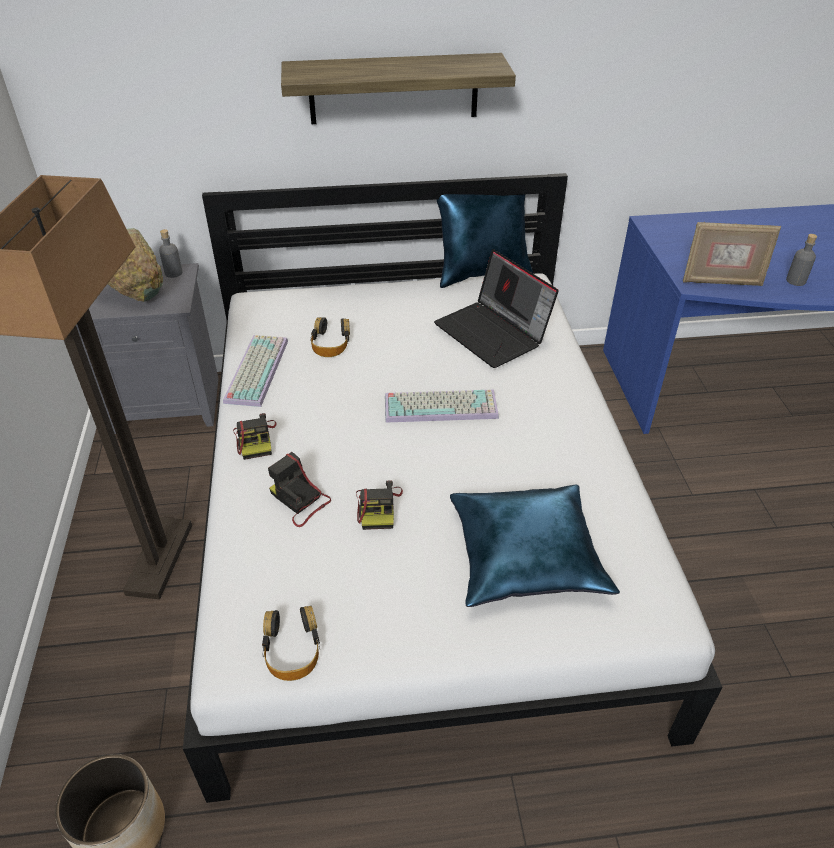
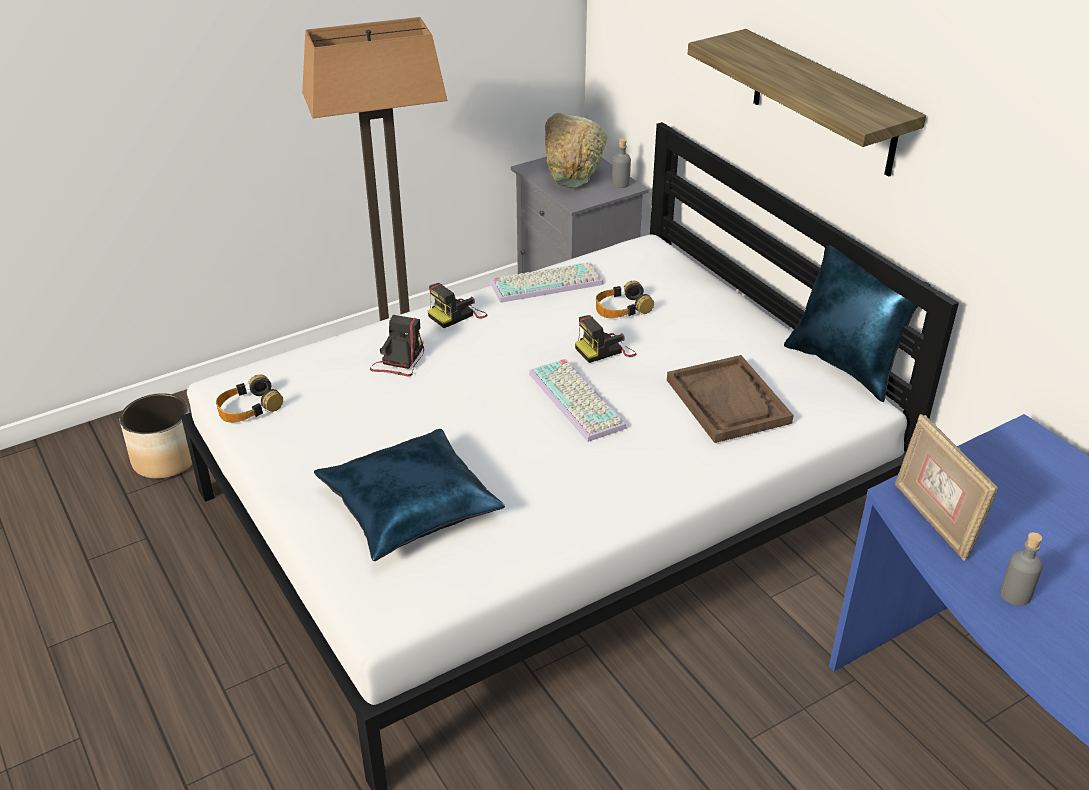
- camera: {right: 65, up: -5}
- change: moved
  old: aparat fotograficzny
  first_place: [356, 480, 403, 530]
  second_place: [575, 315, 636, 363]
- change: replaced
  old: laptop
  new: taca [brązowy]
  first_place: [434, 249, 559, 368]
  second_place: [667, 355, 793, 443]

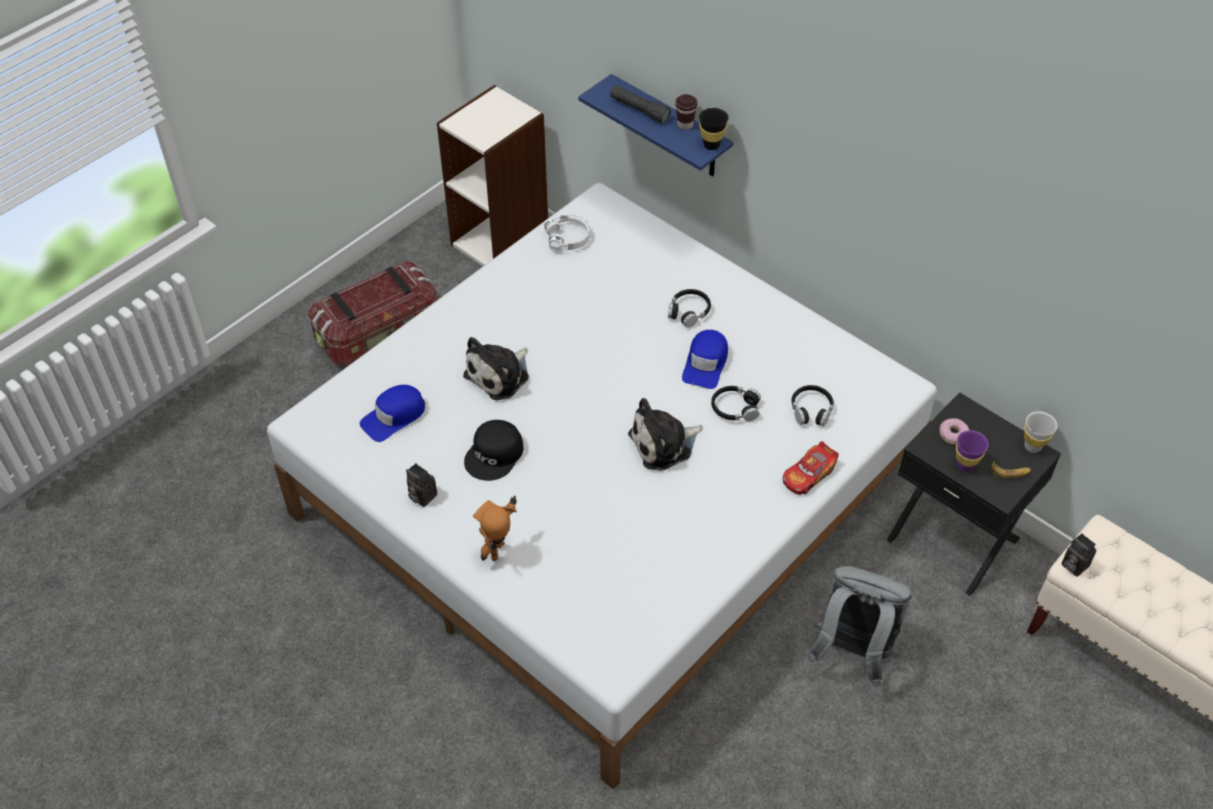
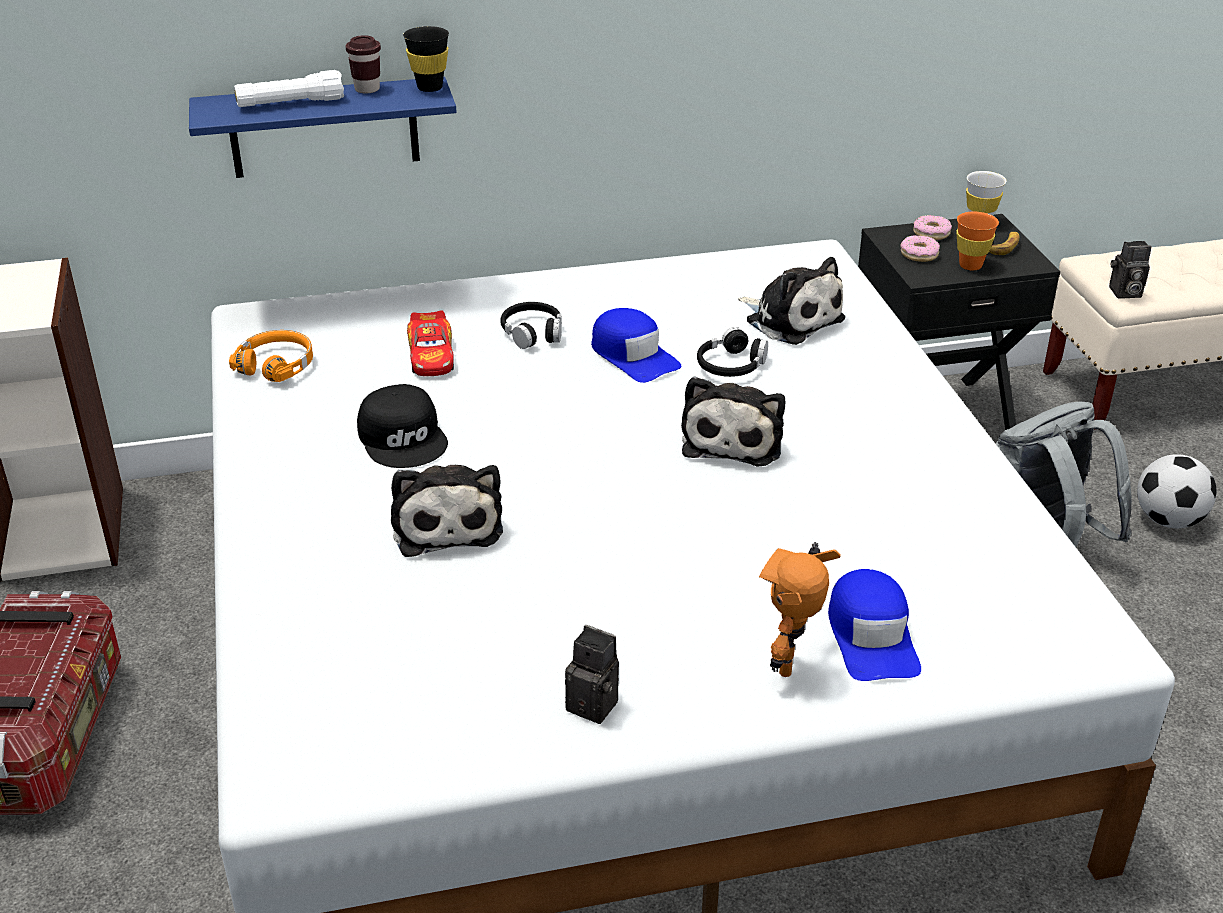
- camera: {right: -55, up: -15}
- change: recoloured
  old: słuchawki [biały]
  new: słuchawki [pomarańczowy]
  first_place: [544, 215, 590, 250]
  second_place: [229, 330, 313, 382]
- change: recoloured
  old: latarka [czarny]
  new: latarka [biały]
  first_place: [610, 85, 671, 123]
  second_place: [234, 70, 344, 107]
- change: moved
  old: czapka z daszkiem [czarny]
  first_place: [464, 420, 523, 481]
  second_place: [357, 384, 448, 468]
- change: moved
  old: samochodzik
  first_place: [783, 441, 839, 495]
  second_place: [407, 310, 454, 376]
- change: turned
  old: aparat fotograficzny
  first_place: [406, 463, 437, 507]
  second_place: [565, 625, 619, 724]
  degrees: -135
- change: replaced
  old: słuchawki [czarny]
  new: pluszak
  first_place: [791, 385, 834, 427]
  second_place: [738, 257, 845, 345]
- change: turned
  old: robot zabawkowy
  first_place: [472, 496, 517, 561]
  second_place: [759, 542, 841, 677]
  degrees: 45
- change: moved
  old: czapka z daszkiem [niebieski]
  first_place: [360, 385, 425, 442]
  second_place: [828, 569, 921, 681]
- change: added
  new: donut
  second_place: [913, 215, 952, 240]
- change: recoloured
  old: filiżanka [fioletowy]
  new: filiżanka [pomarańczowy]
  first_place: [956, 430, 989, 472]
  second_place: [956, 212, 999, 270]
- change: added
  new: piłka futbolowa
  second_place: [1137, 454, 1217, 528]

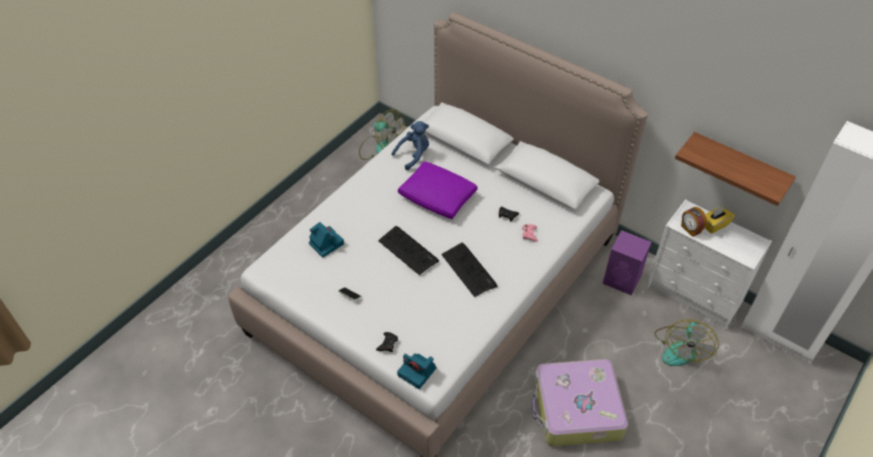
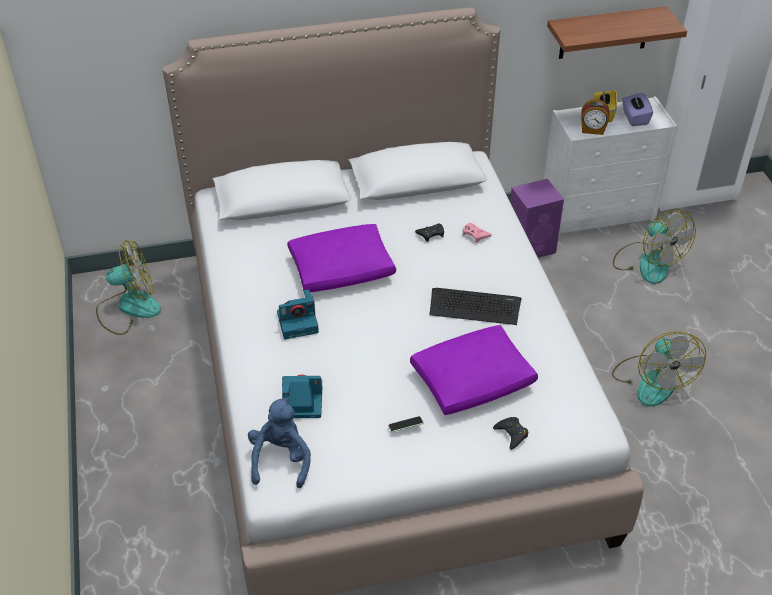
- camera: {right: -50, up: -5}
- change: moved
  old: pluszak [niebieski]
  first_place: [391, 121, 429, 170]
  second_place: [248, 398, 311, 488]
- change: moved
  old: aparat fotograficzny
  first_place: [397, 353, 436, 389]
  second_place: [277, 289, 319, 339]
- change: added
  new: poduszka [fioletowy]
  second_place: [410, 325, 538, 415]
- change: replaced
  old: walizka
  new: wentylator
  first_place: [532, 359, 628, 446]
  second_place: [612, 331, 706, 406]
- change: added
  new: pudełko chusteczek [fioletowy]
  second_place: [622, 93, 653, 126]
- change: removed
  old: klawiatura
  first_place: [378, 226, 439, 275]

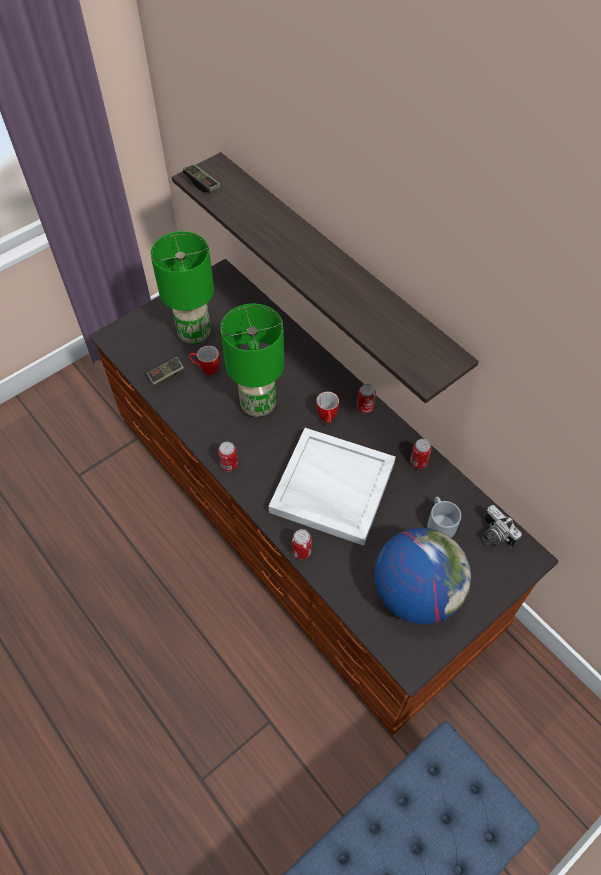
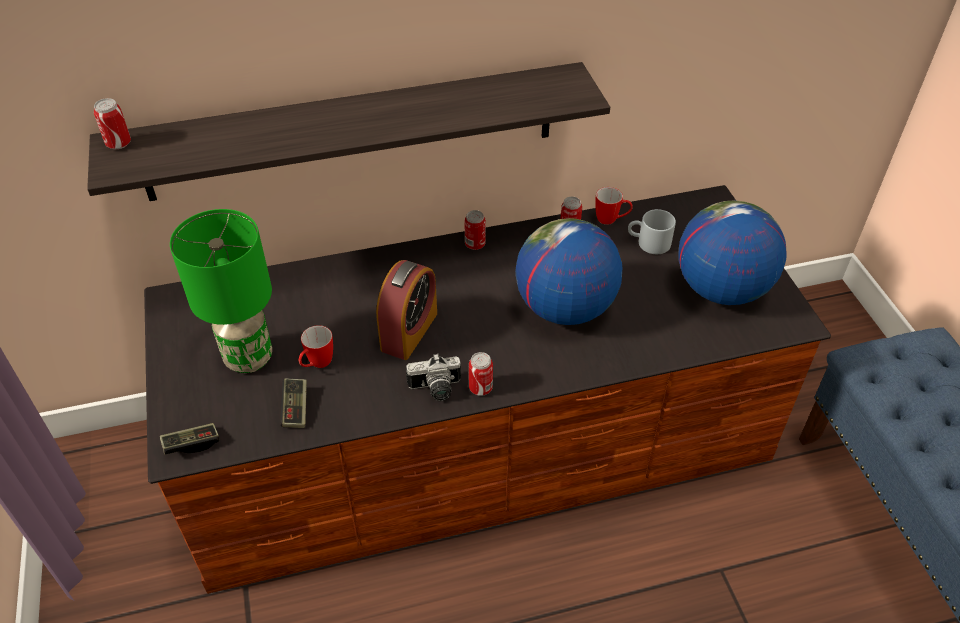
- camera: {right: -65, up: -10}
- change: moved
  old: puszka
  first_place: [292, 529, 312, 559]
  second_place: [94, 98, 131, 150]
- change: moved
  old: pad do gier
  first_place: [183, 164, 220, 192]
  second_place: [160, 423, 219, 454]
- change: replaced
  old: lampa stołowa [zielony]
  new: budzik
  first_place: [221, 304, 284, 417]
  second_place: [376, 260, 437, 360]
- change: moved
  old: aparat fotograficzny
  first_place: [483, 505, 522, 547]
  second_place: [406, 354, 461, 401]
- change: replaced
  old: taca [biały]
  new: globus
  first_place: [269, 428, 396, 546]
  second_place: [515, 218, 623, 325]
- change: moved
  old: kubek
  first_place: [316, 392, 339, 424]
  second_place: [595, 187, 633, 225]

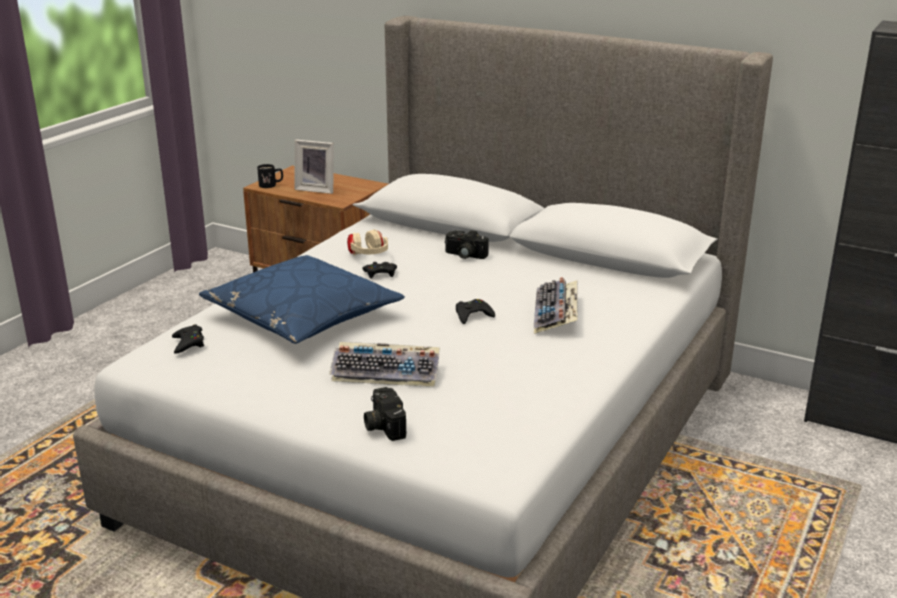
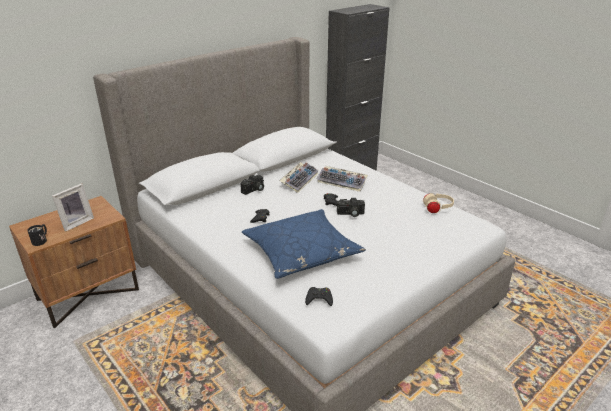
- camera: {right: -70, up: 5}
- change: moved
  old: klawiatura
  first_place: [329, 342, 440, 387]
  second_place: [279, 162, 319, 193]
- change: moved
  old: aparat fotograficzny
  first_place: [364, 387, 406, 441]
  second_place: [337, 198, 365, 217]
- change: moved
  old: słuchawki [beżowy]
  first_place: [347, 229, 388, 256]
  second_place: [423, 193, 454, 213]

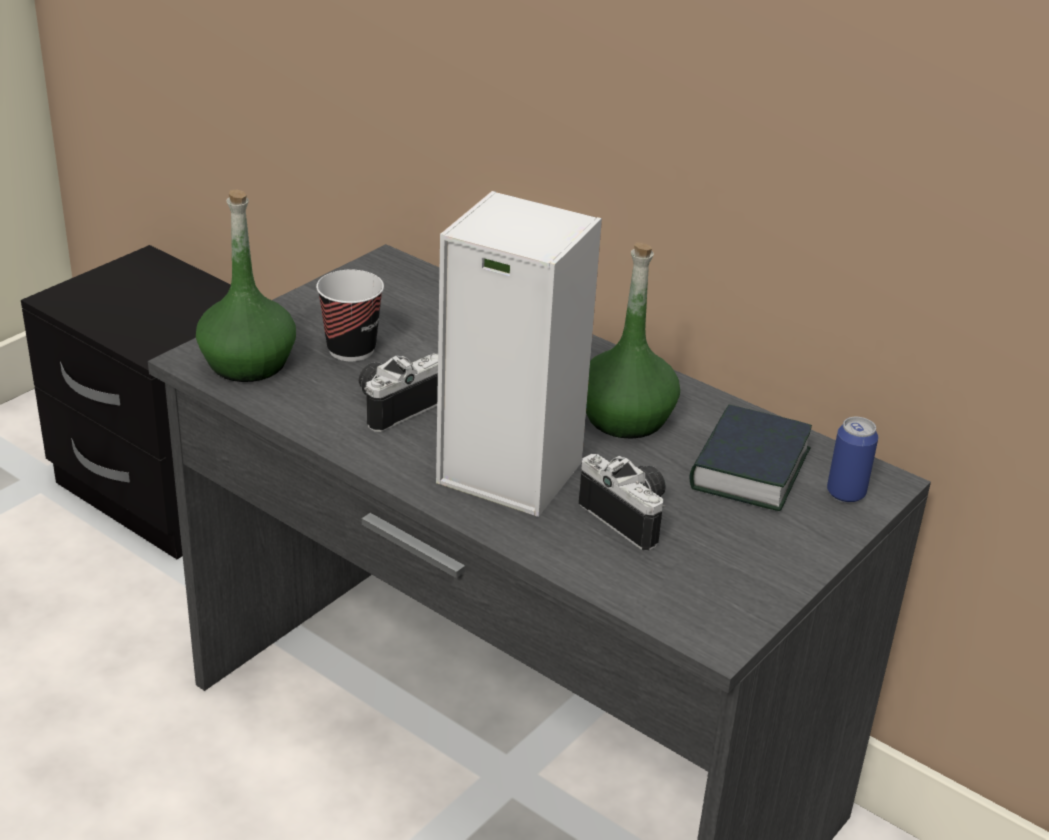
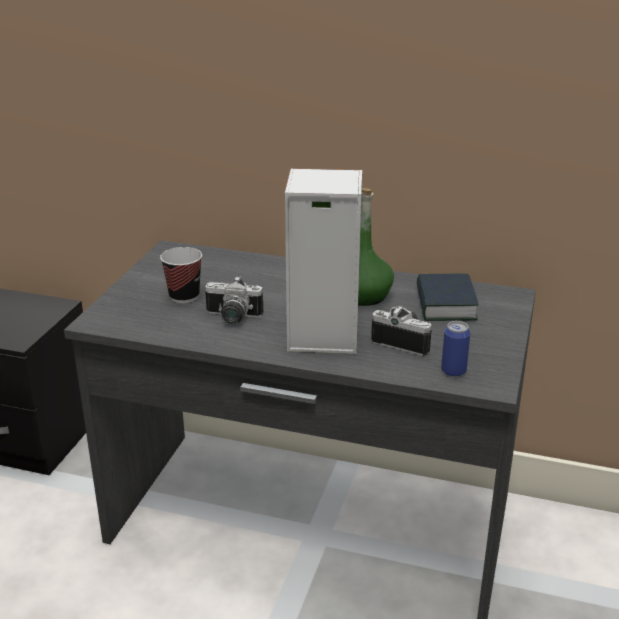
- camera: {right: -20, up: -5}
- change: turned
  old: aparat fotograficzny
  first_place: [359, 353, 438, 432]
  second_place: [205, 276, 263, 324]
  degrees: -105
- change: moved
  old: puszka
  first_place: [827, 417, 878, 503]
  second_place: [441, 321, 470, 377]
- change: removed
  old: butelka [zielony]
  first_place: [196, 189, 296, 382]

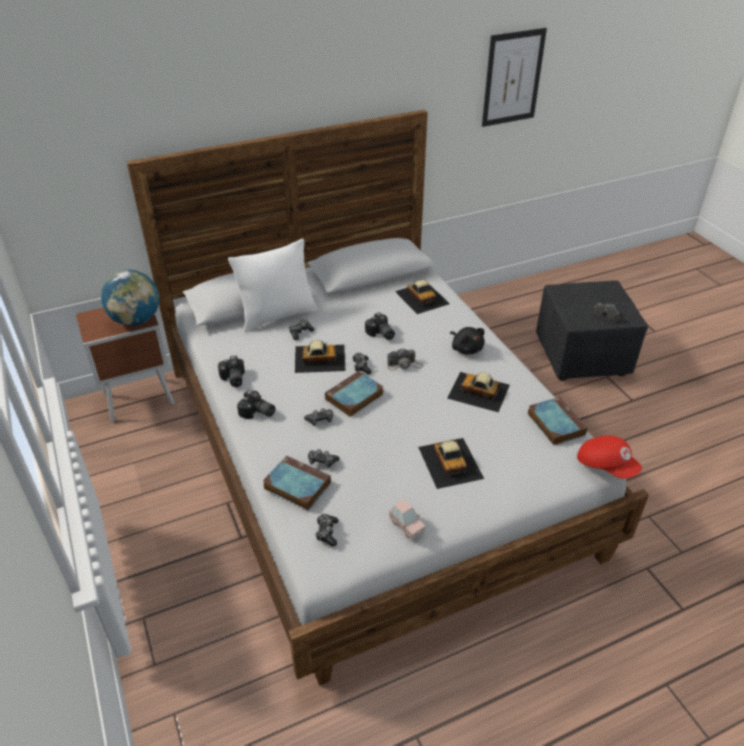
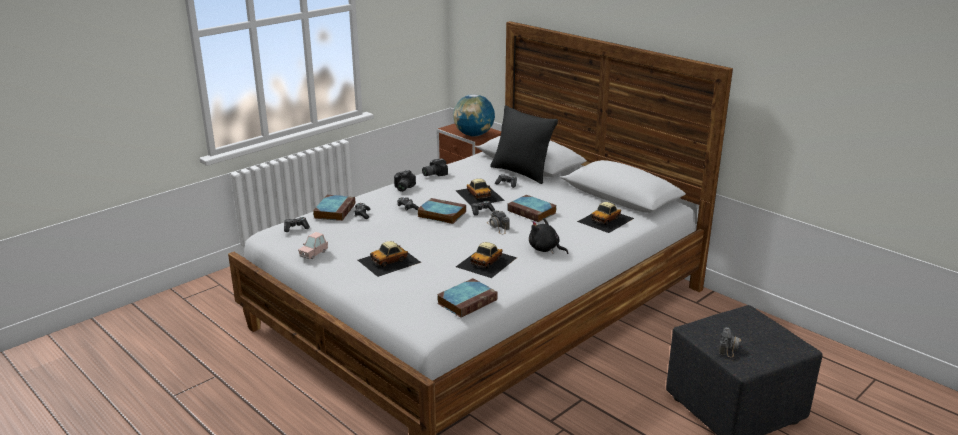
- camera: {right: 70, up: -15}
- change: turned
  old: samochodzik
  first_place: [447, 372, 510, 412]
  second_place: [456, 242, 517, 278]
  degrees: -150
- change: recoloured
  old: poduszka [biały]
  new: poduszka [czarny]
  first_place: [228, 239, 318, 332]
  second_place: [490, 105, 558, 184]
- change: replaced
  old: aparat fotograficzny
  new: książka
  first_place: [365, 312, 395, 340]
  second_place: [507, 195, 557, 222]
- change: turned
  old: pluszak [czarny]
  first_place: [450, 327, 485, 355]
  second_place: [529, 218, 568, 254]
  degrees: 90
- change: removed
  old: obraz
  first_place: [482, 28, 547, 127]
- change: removed
  old: czapka z daszkiem [czerwony]
  first_place: [577, 435, 642, 479]

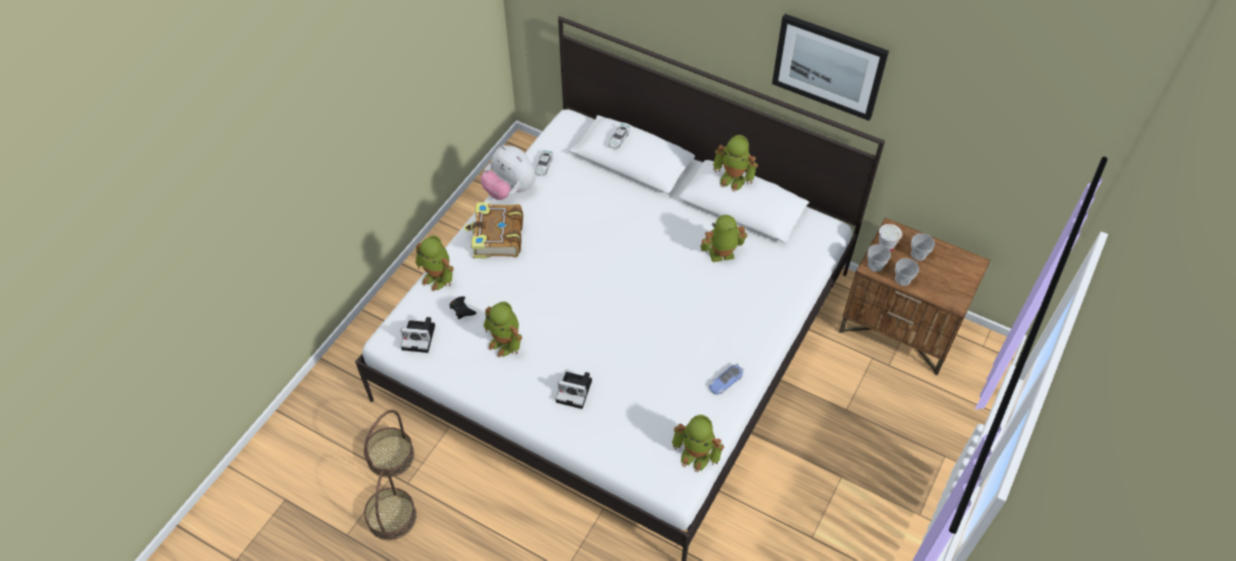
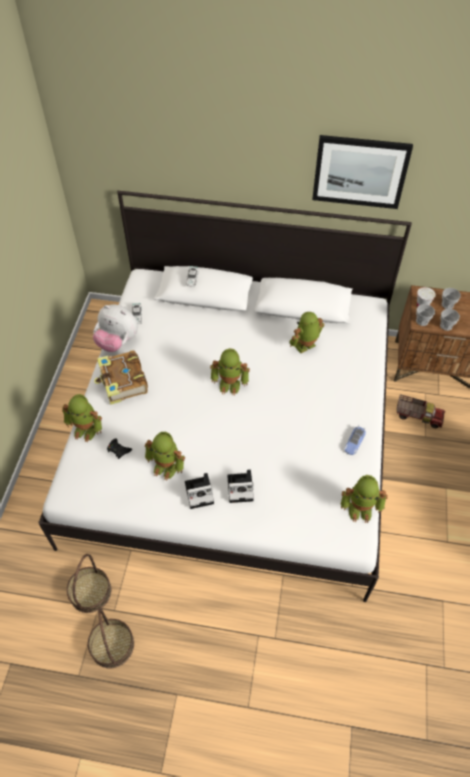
- camera: {right: -20, up: 0}
- change: moved
  old: aparat fotograficzny
  first_place: [401, 317, 435, 353]
  second_place: [185, 473, 214, 509]
- change: moved
  old: robot zabawkowy
  first_place: [713, 135, 758, 192]
  second_place: [210, 348, 250, 395]
- change: added
  new: ciężarówka zabawkowa
  second_place: [397, 394, 445, 428]

